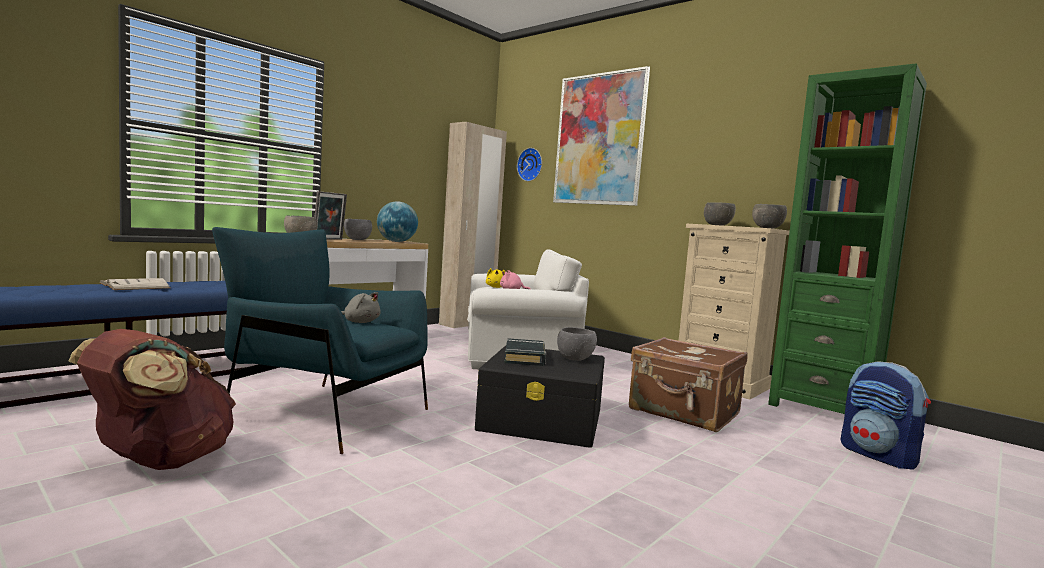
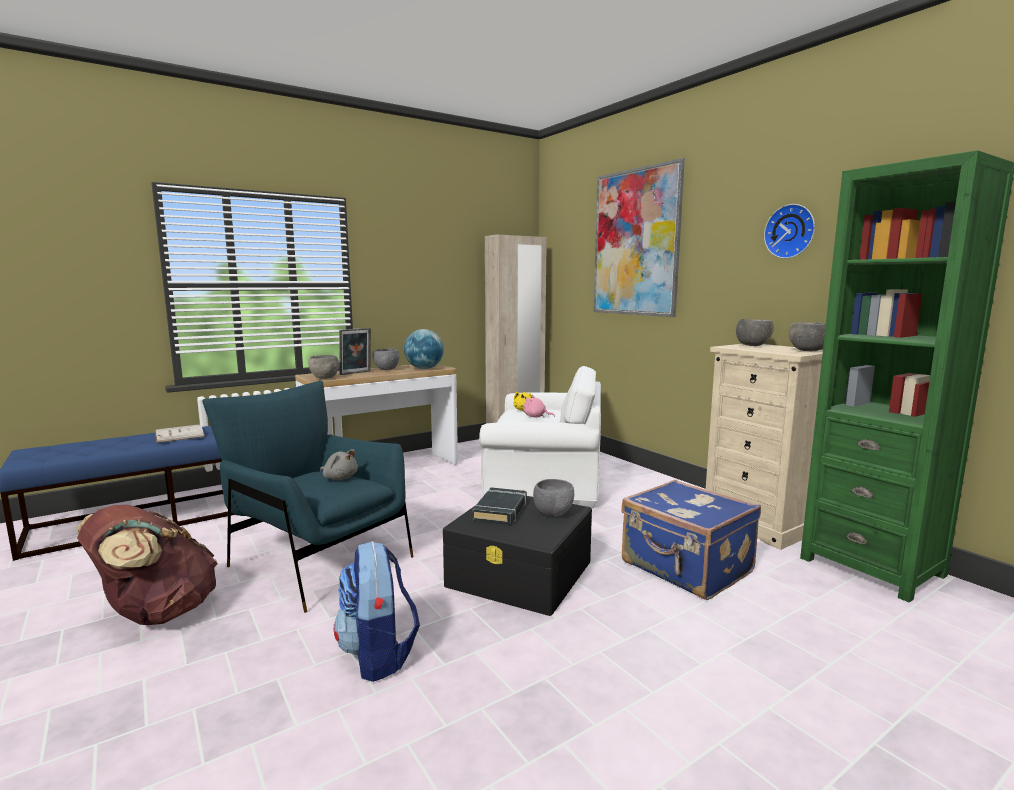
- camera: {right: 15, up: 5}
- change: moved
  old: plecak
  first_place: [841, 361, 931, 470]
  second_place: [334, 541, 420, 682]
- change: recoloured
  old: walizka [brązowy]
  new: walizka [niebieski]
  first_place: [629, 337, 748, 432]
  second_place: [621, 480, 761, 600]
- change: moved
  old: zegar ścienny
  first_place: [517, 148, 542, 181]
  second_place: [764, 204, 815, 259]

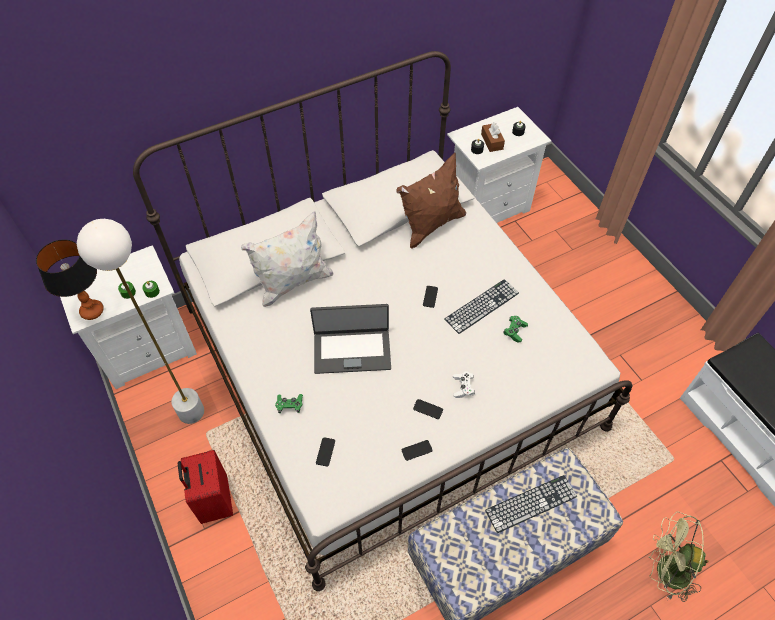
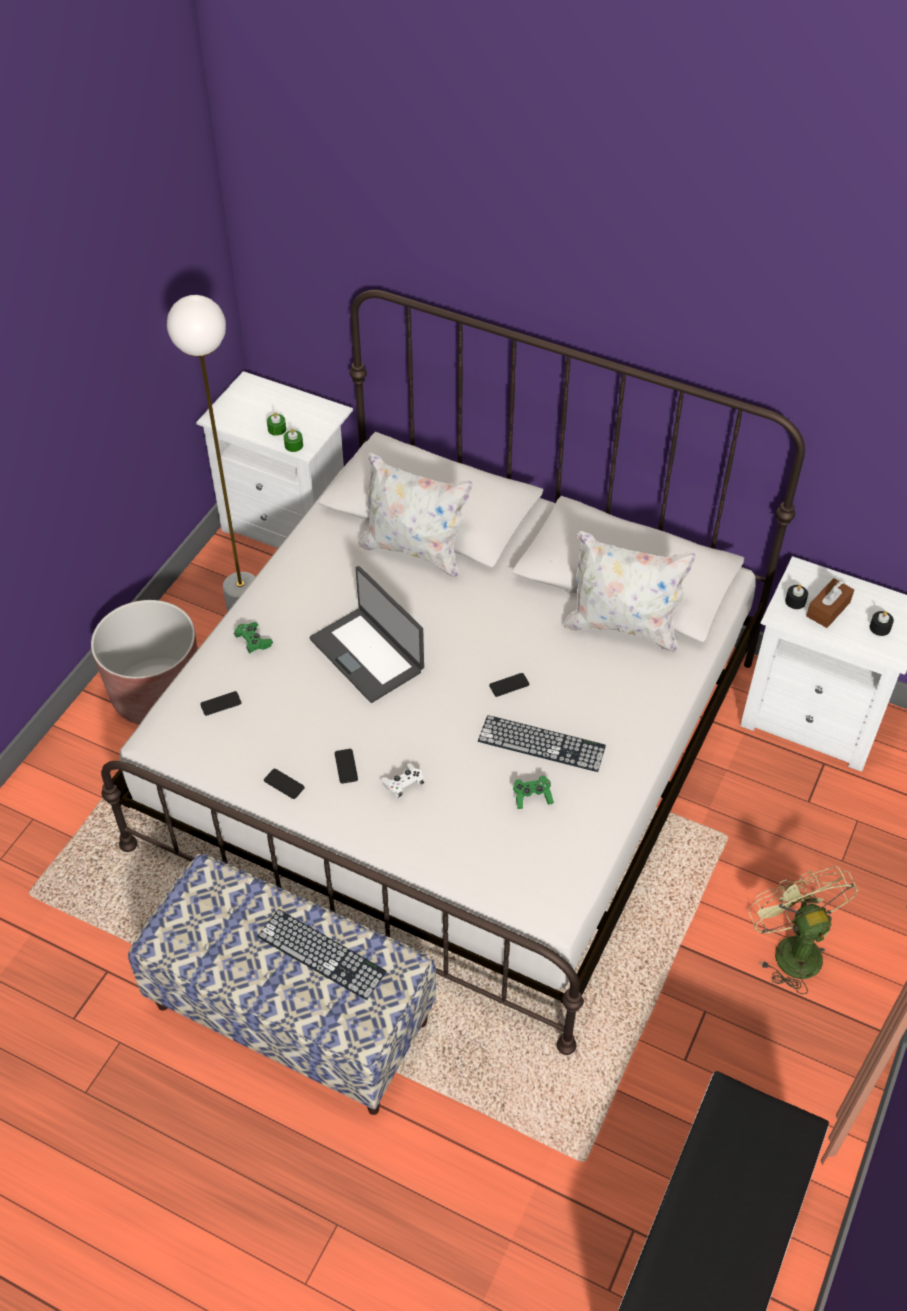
- camera: {right: 55, up: -5}
- change: replaced
  old: walizka [czerwony]
  new: donica [brązowy]
  first_place: [178, 450, 233, 524]
  second_place: [91, 600, 198, 725]
- change: recoloured
  old: poduszka [brązowy]
  new: poduszka [biały]
  first_place: [396, 153, 466, 249]
  second_place: [564, 531, 697, 653]
- change: moved
  old: wentylator [zielony]
  first_place: [649, 511, 709, 602]
  second_place: [748, 866, 859, 994]
- change: removed
  old: lampa stołowa
  first_place: [36, 239, 104, 320]

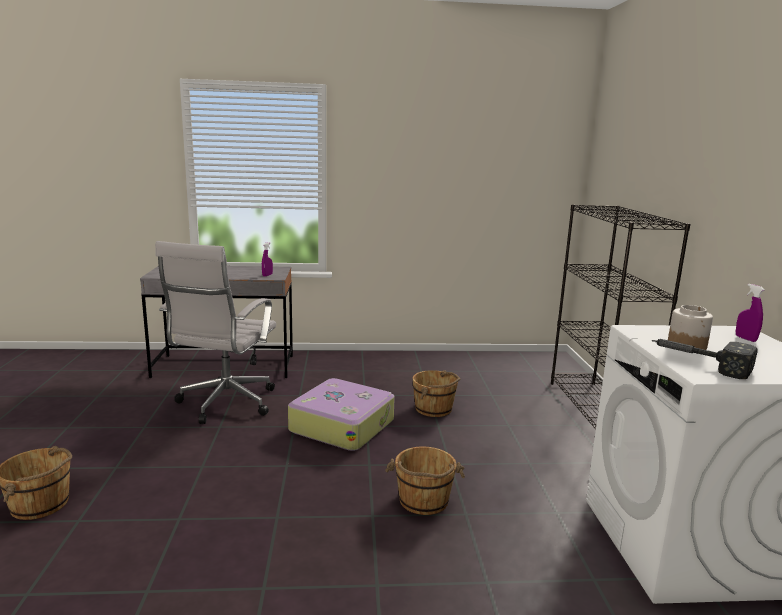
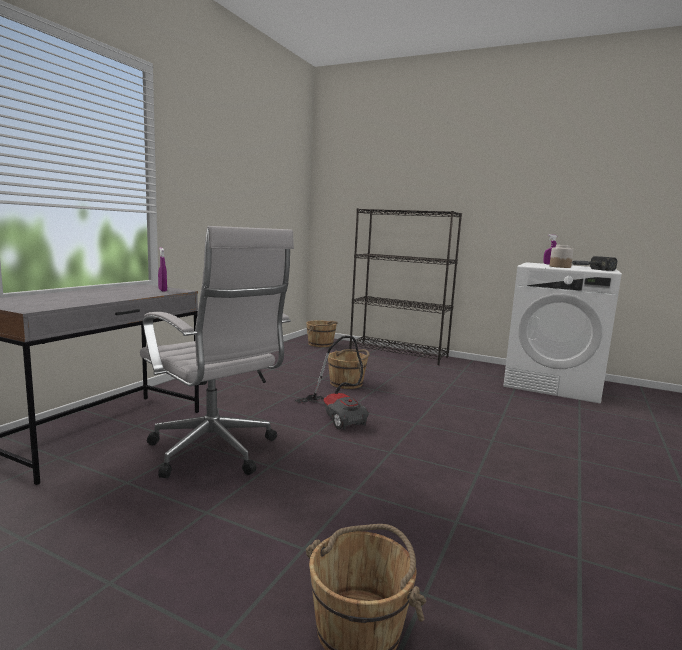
- camera: {right: -60, up: -5}
- change: replaced
  old: walizka
  new: odkurzacz
  first_place: [288, 378, 395, 451]
  second_place: [295, 336, 369, 430]
- change: moved
  old: wiadro [brązowy]
  first_place: [385, 446, 465, 515]
  second_place: [306, 320, 338, 347]

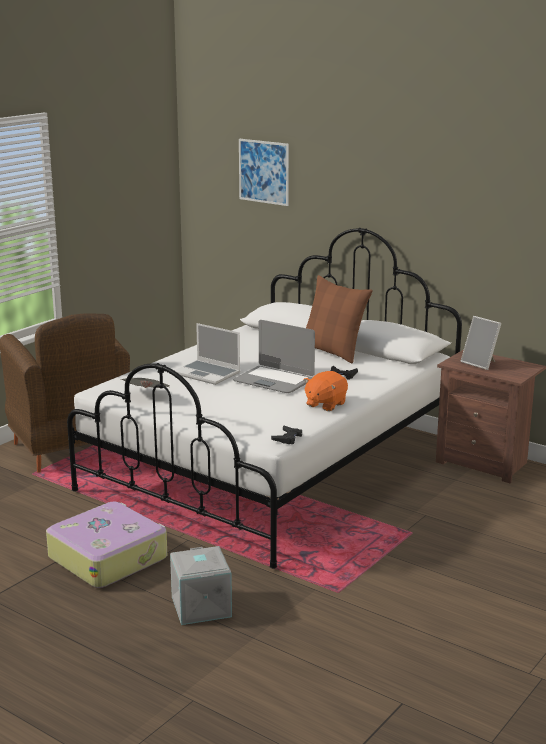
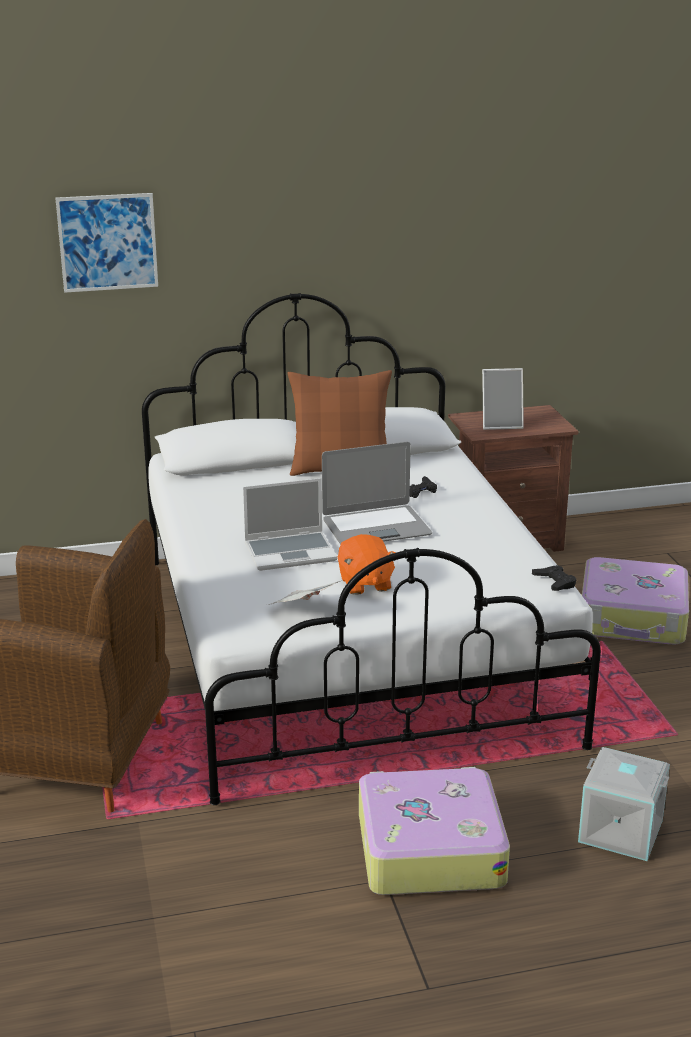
- camera: {right: -50, up: 5}
- change: moved
  old: pluszak [pomarańczowy]
  first_place: [304, 371, 348, 411]
  second_place: [338, 534, 396, 595]
- change: added
  new: walizka
  second_place: [582, 557, 689, 645]

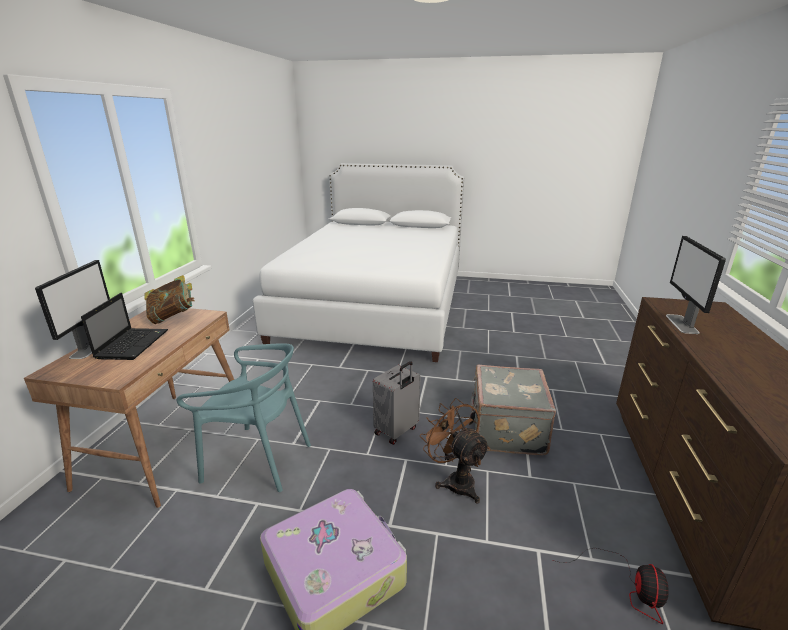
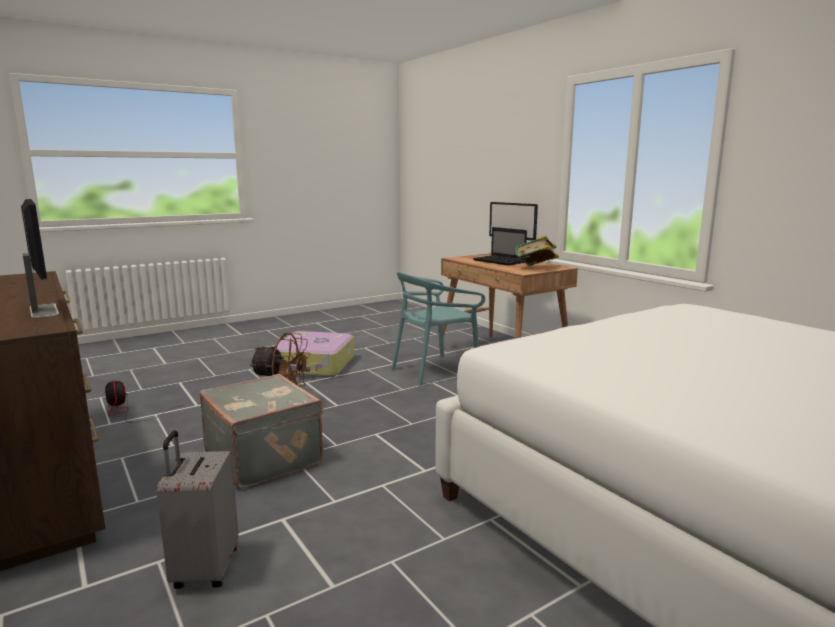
- camera: {right: 135, up: -10}
- change: moved
  old: walizka [szary]
  first_place: [373, 361, 421, 445]
  second_place: [157, 430, 238, 589]

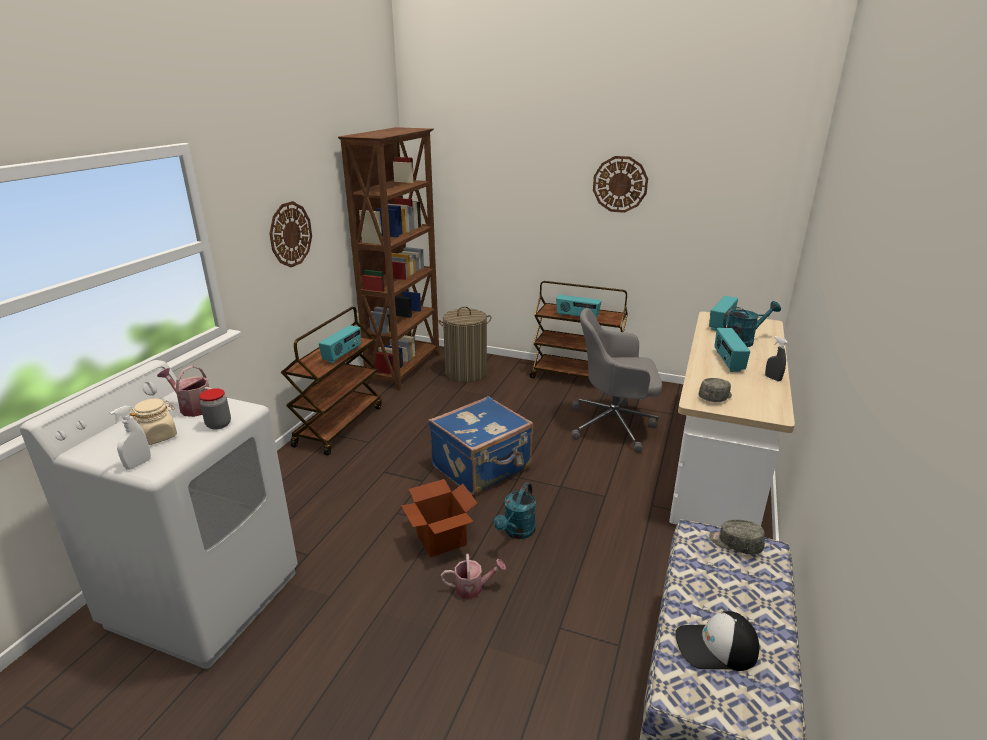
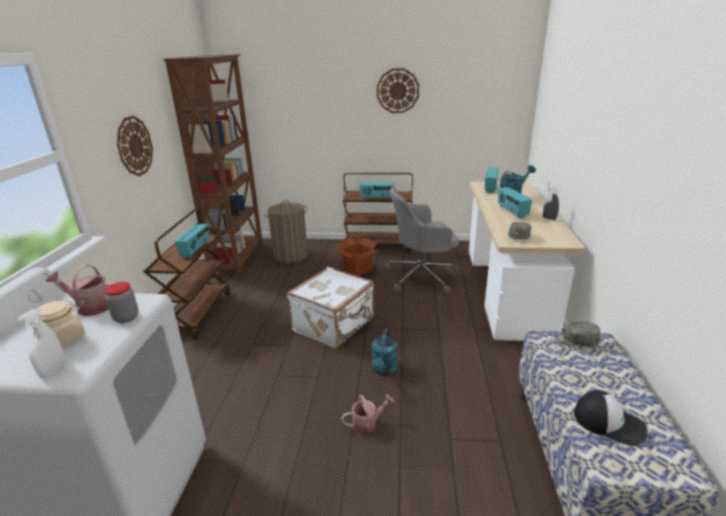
- camera: {right: -15, up: 0}
- change: recoloured
  old: walizka [niebieski]
  new: walizka [biały]
  first_place: [428, 396, 533, 495]
  second_place: [287, 267, 374, 349]
- change: moved
  old: karton
  first_place: [401, 479, 478, 558]
  second_place: [335, 238, 379, 276]
- change: turned
  old: czapka z daszkiem
  first_place: [675, 611, 759, 671]
  second_place: [574, 390, 648, 446]
  degrees: -135

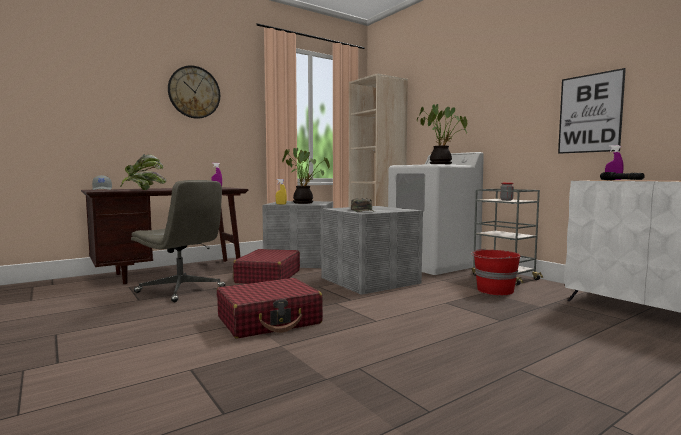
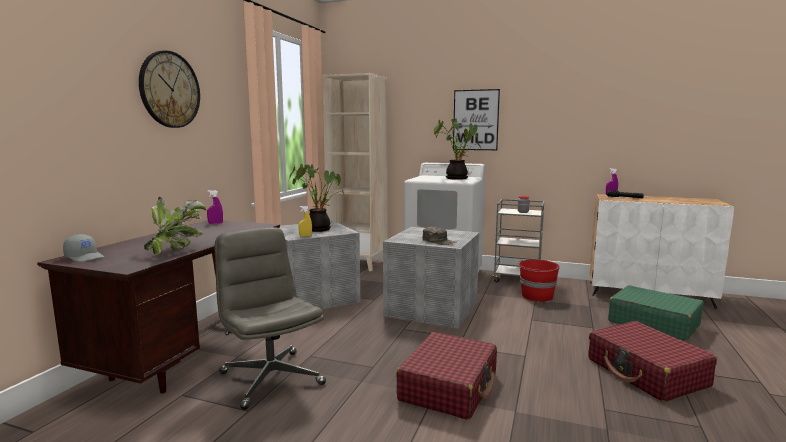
- camera: {right: -35, up: 5}
- change: turned
  old: krzesło biurowe [szary]
  first_place: [131, 180, 225, 302]
  second_place: [215, 227, 326, 410]
  degrees: -120
- change: moved
  old: obraz
  first_place: [558, 68, 626, 154]
  second_place: [453, 89, 500, 150]
- change: moved
  old: walizka [czerwony]
  first_place: [233, 249, 300, 284]
  second_place: [588, 321, 717, 402]
- change: added
  new: walizka [zielony]
  second_place: [608, 285, 704, 341]

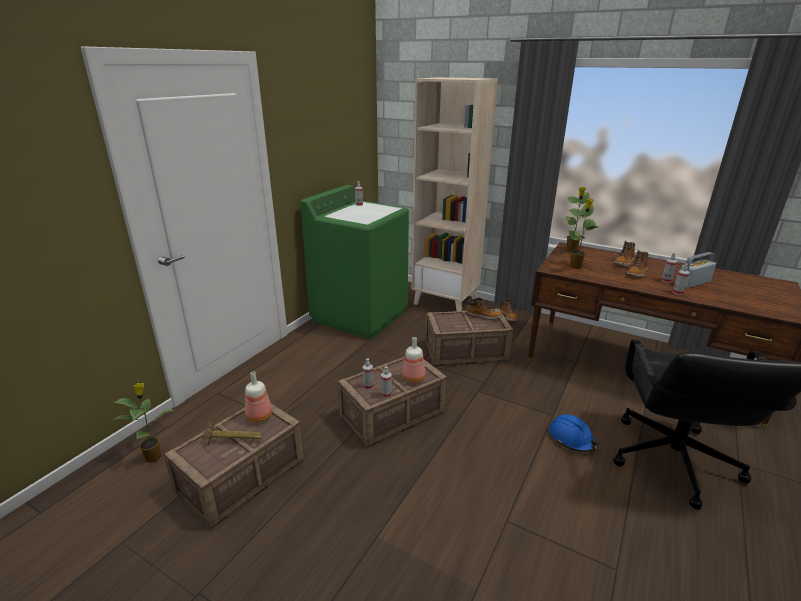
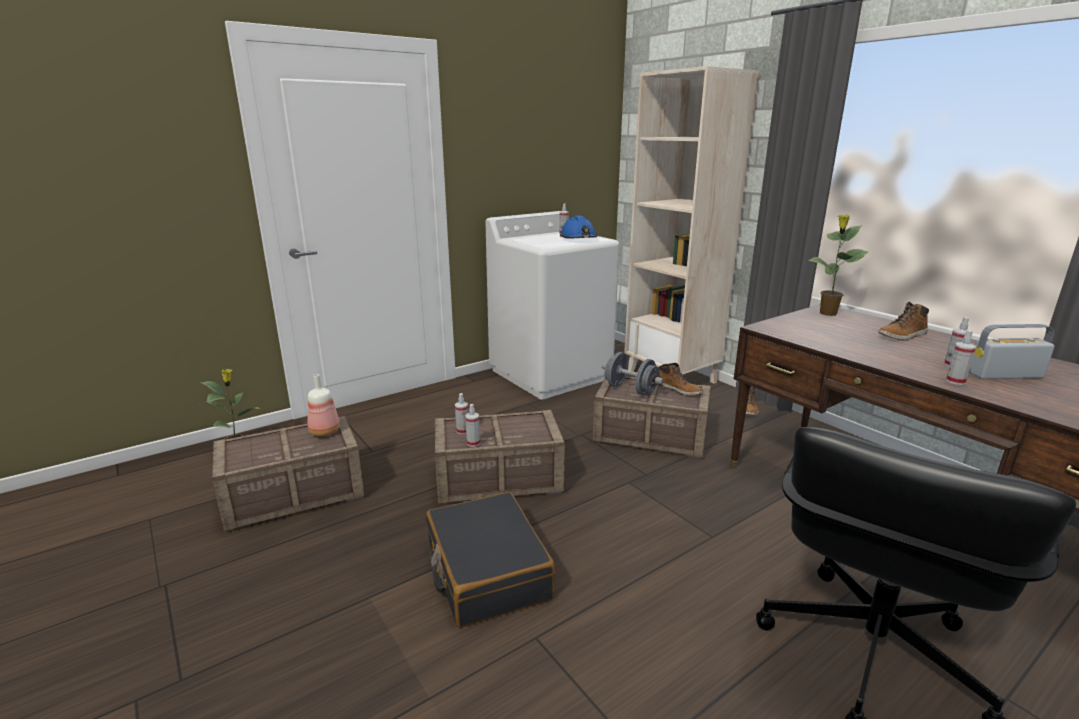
- camera: {right: 25, up: -5}
- change: added
  new: walizka [czarny]
  second_place: [426, 492, 556, 628]
- change: recoloured
  old: pralka [zielony]
  new: pralka [biały]
  first_place: [300, 185, 409, 339]
  second_place: [485, 211, 620, 400]
- change: moved
  old: kask [niebieski]
  first_place: [549, 414, 600, 452]
  second_place: [560, 216, 597, 239]
- change: added
  new: hantel [szary]
  second_place: [602, 352, 664, 395]
- change: removed
  old: młotek
  first_place: [203, 422, 262, 446]
- change: removed
  old: butelka
  first_place: [402, 337, 426, 383]
- change: removed
  old: roślina doniczkowa
  first_place: [568, 198, 600, 269]
- change: removed
  old: but z cholewką
  first_place: [627, 250, 648, 277]

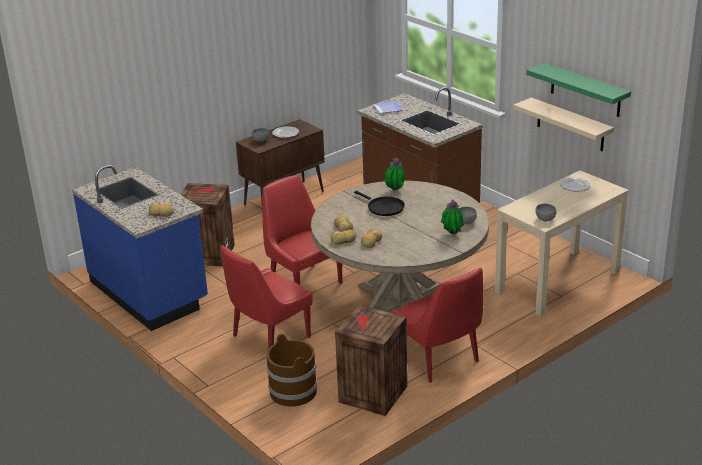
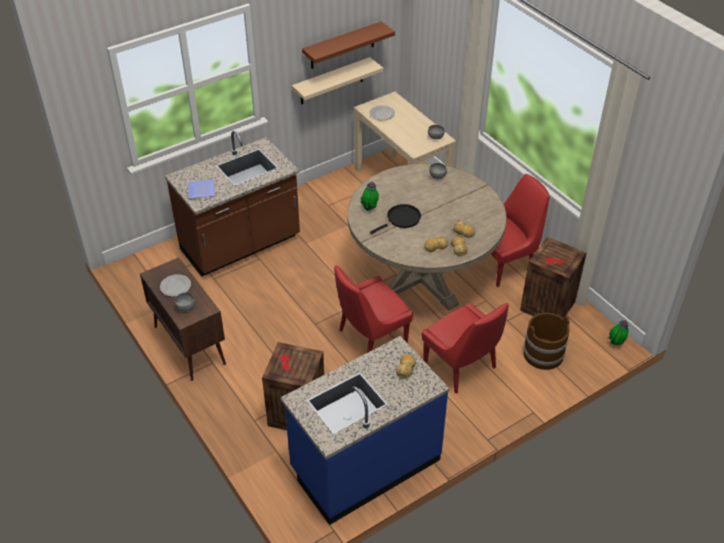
- camera: {right: -85, up: 15}
- change: recoloured
  old: półka [zielony]
  new: półka [brązowy]
  first_place: [526, 63, 631, 117]
  second_place: [302, 21, 395, 69]
- change: moved
  old: roślina doniczkowa
  first_place: [441, 199, 464, 234]
  second_place: [608, 320, 629, 345]

